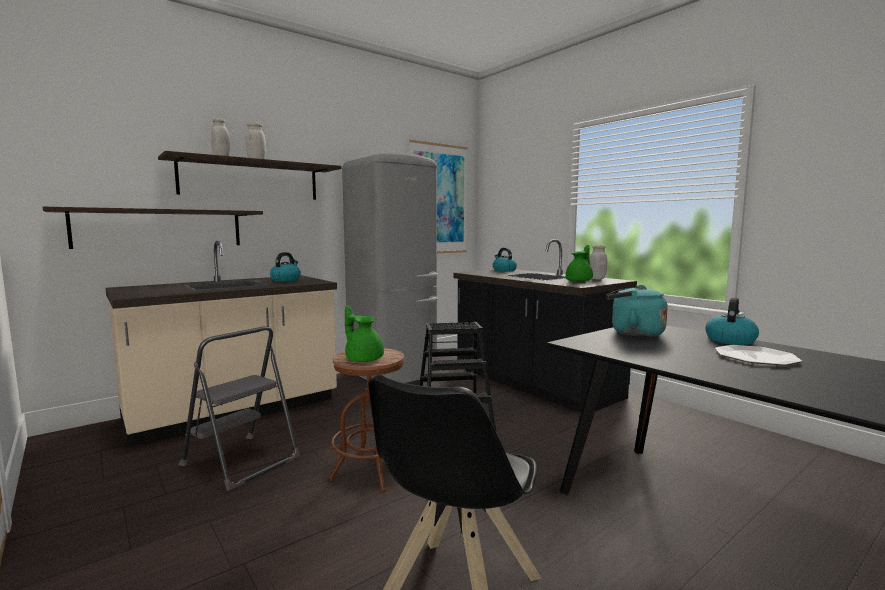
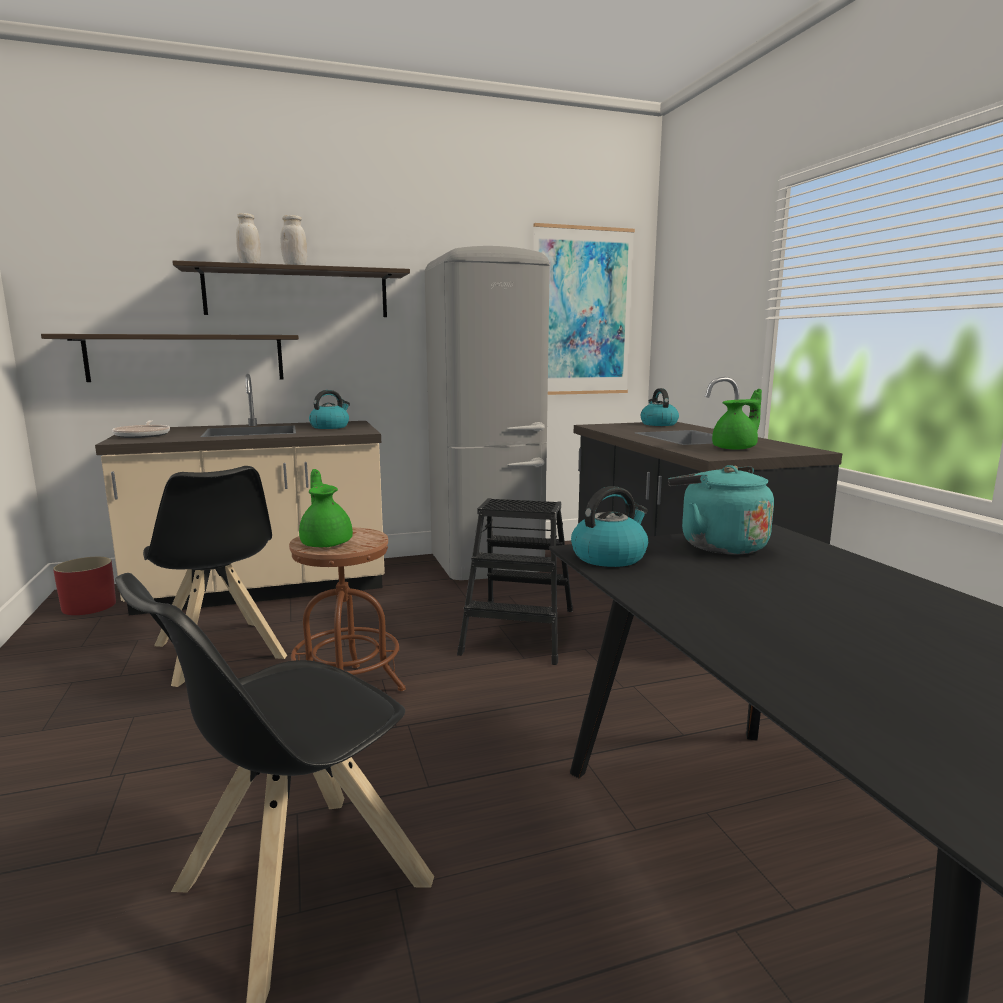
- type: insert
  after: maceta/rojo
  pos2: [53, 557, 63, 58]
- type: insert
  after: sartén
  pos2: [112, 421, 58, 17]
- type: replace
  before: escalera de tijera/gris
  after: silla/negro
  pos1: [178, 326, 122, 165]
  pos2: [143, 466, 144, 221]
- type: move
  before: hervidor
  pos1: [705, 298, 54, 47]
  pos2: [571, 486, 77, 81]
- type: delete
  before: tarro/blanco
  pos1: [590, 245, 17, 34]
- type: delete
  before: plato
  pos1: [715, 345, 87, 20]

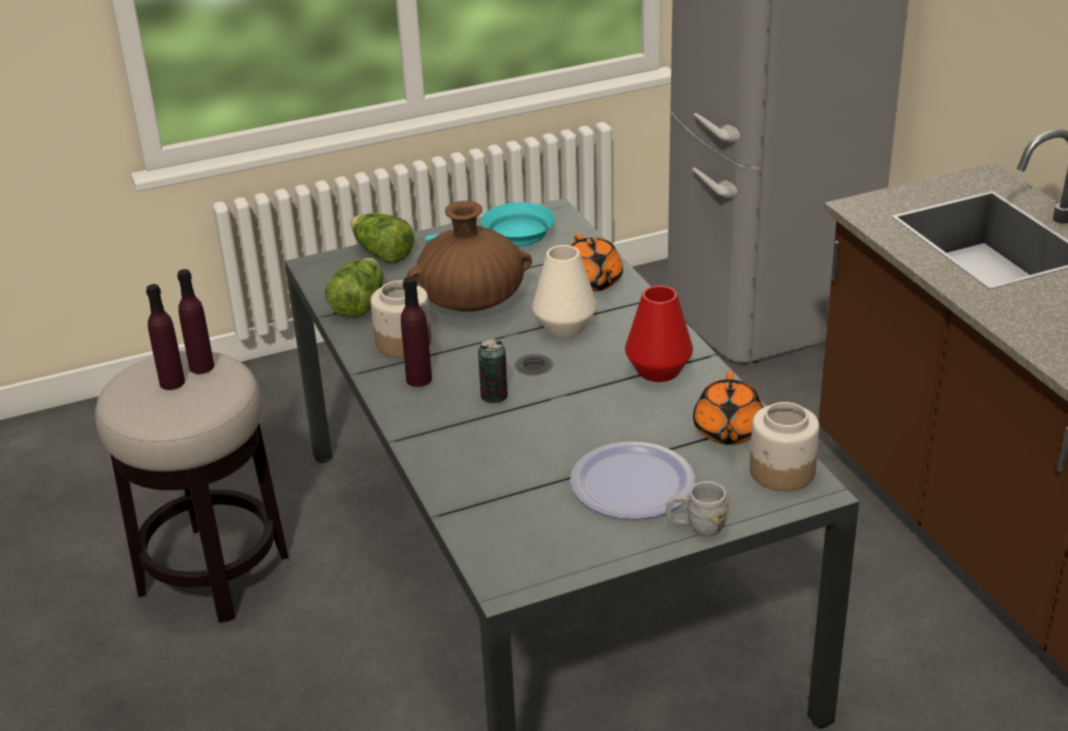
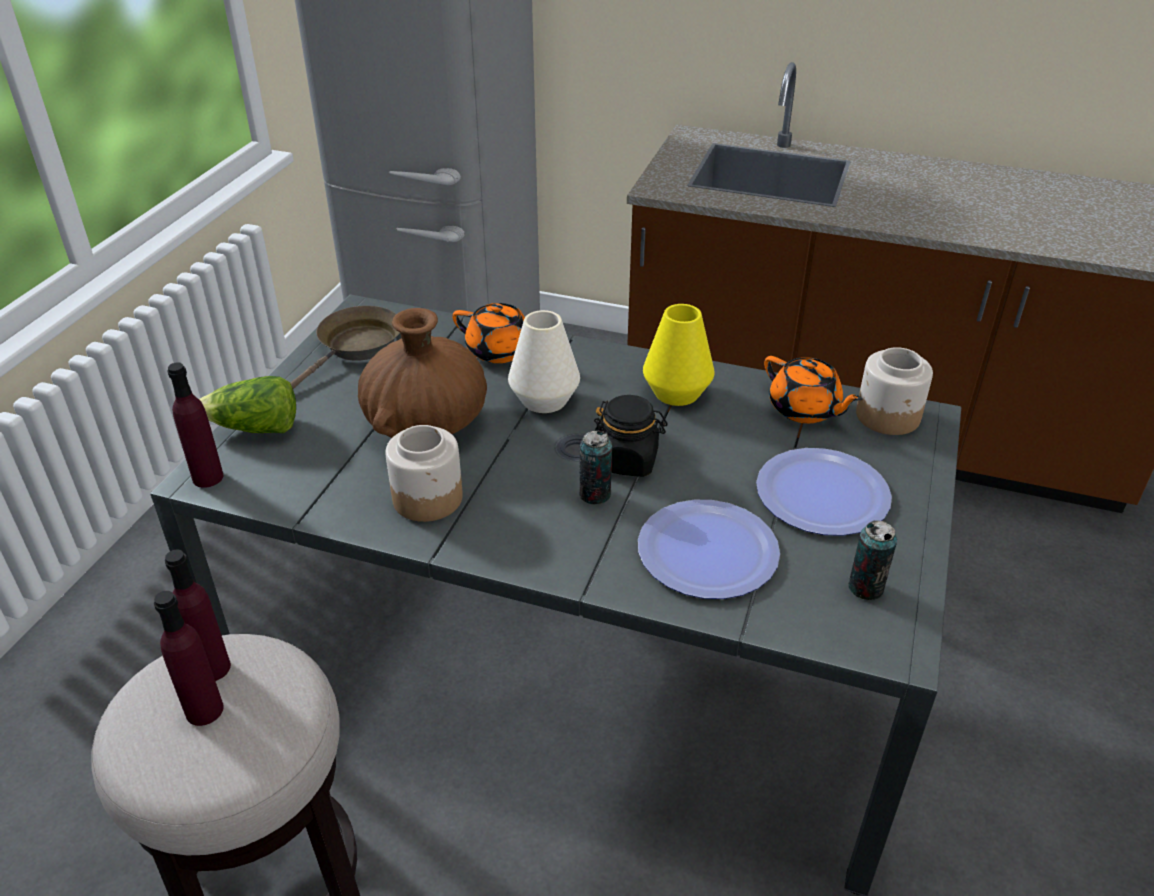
- type: move
  before: botella/morado
  pos1: [401, 277, 31, 110]
  pos2: [167, 362, 57, 126]
- type: recolor
  before: sartén/turquesa
  after: sartén/marrón
  pos1: [425, 202, 130, 44]
  pos2: [290, 306, 110, 83]
- type: insert
  after: tarro/negro
  pos2: [594, 395, 74, 82]
- type: insert
  after: plato
  pos2: [638, 500, 142, 99]
- type: recolor
  before: florero/rojo
  after: florero/amarillo
  pos1: [625, 286, 68, 96]
  pos2: [643, 304, 71, 102]
- type: insert
  after: lata
  pos2: [848, 520, 49, 80]
- type: delete
  before: lechuga
  pos1: [325, 258, 58, 59]
- type: delete
  before: taza grande/gris
  pos1: [666, 481, 63, 56]

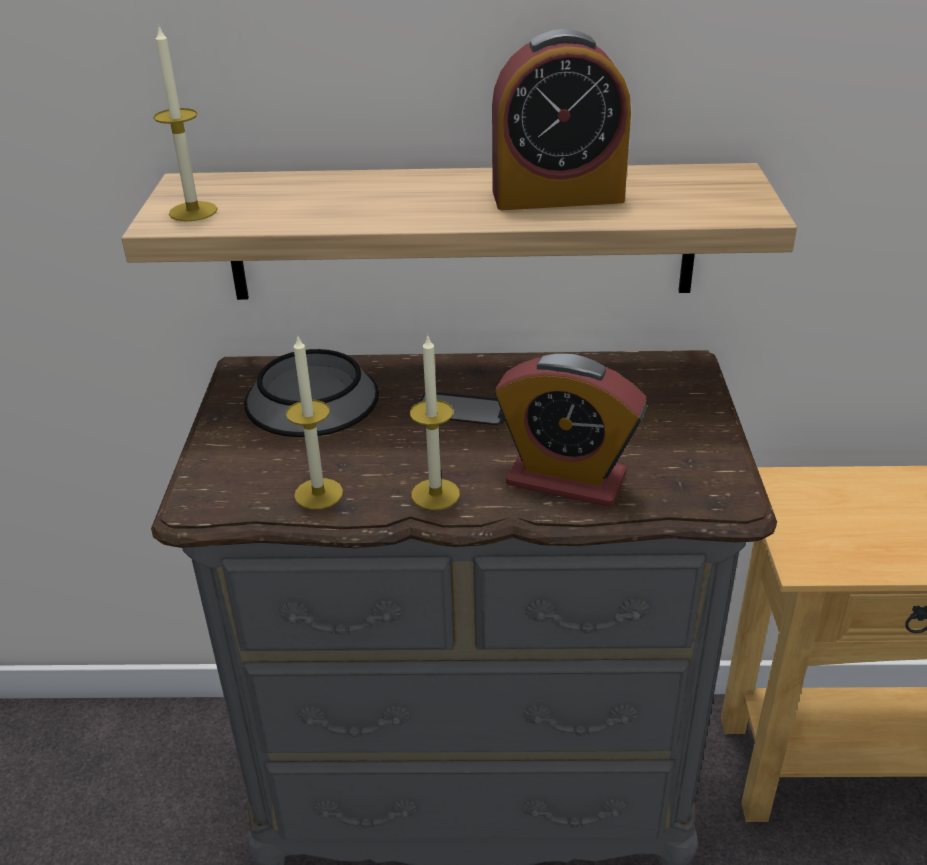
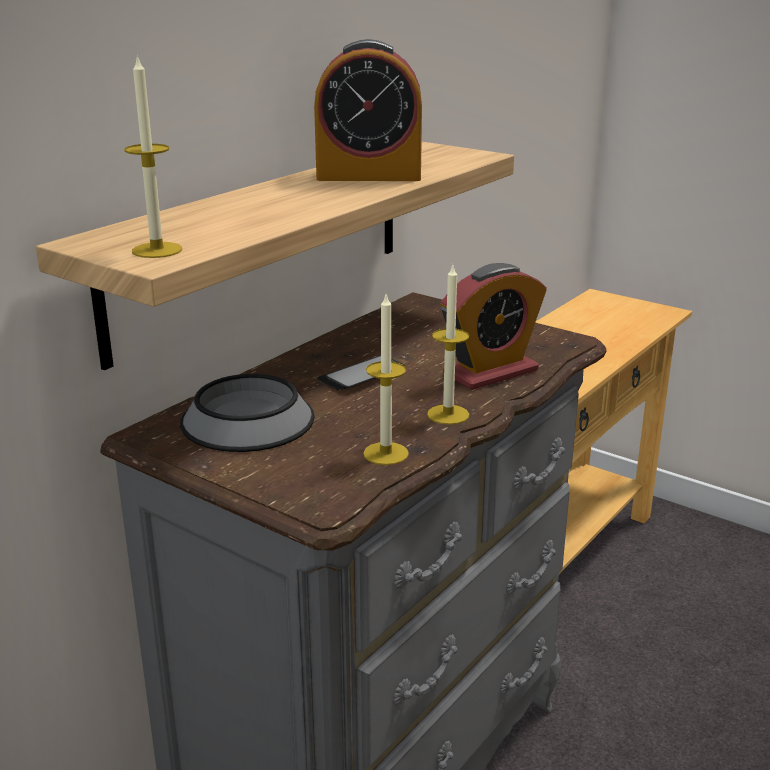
- type: rotate
  before: despertador
  pos1: [492, 29, 139, 181]
  pos2: [314, 39, 108, 142]
  turn: 60

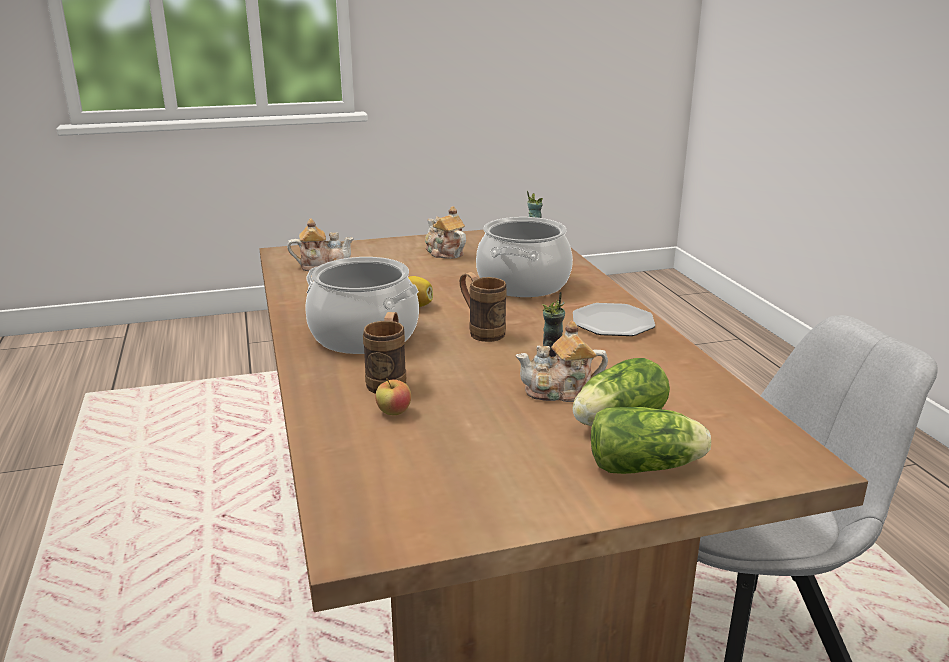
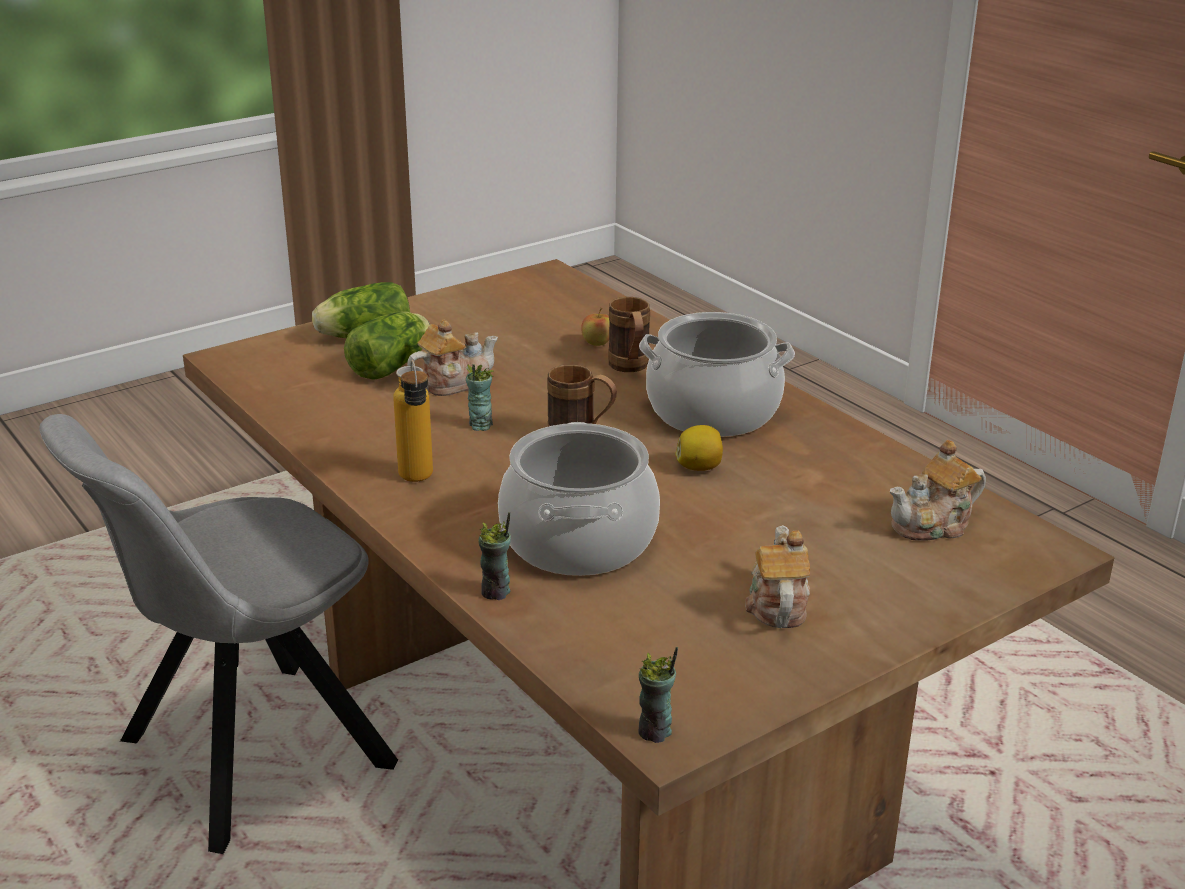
- type: replace
  before: plato
  after: botella
  pos1: [573, 303, 82, 33]
  pos2: [393, 360, 40, 122]
- type: insert
  after: taza
  pos2: [478, 512, 33, 88]
- type: rotate
  before: tetera
  pos1: [425, 206, 41, 53]
  pos2: [745, 525, 65, 103]
  turn: -120

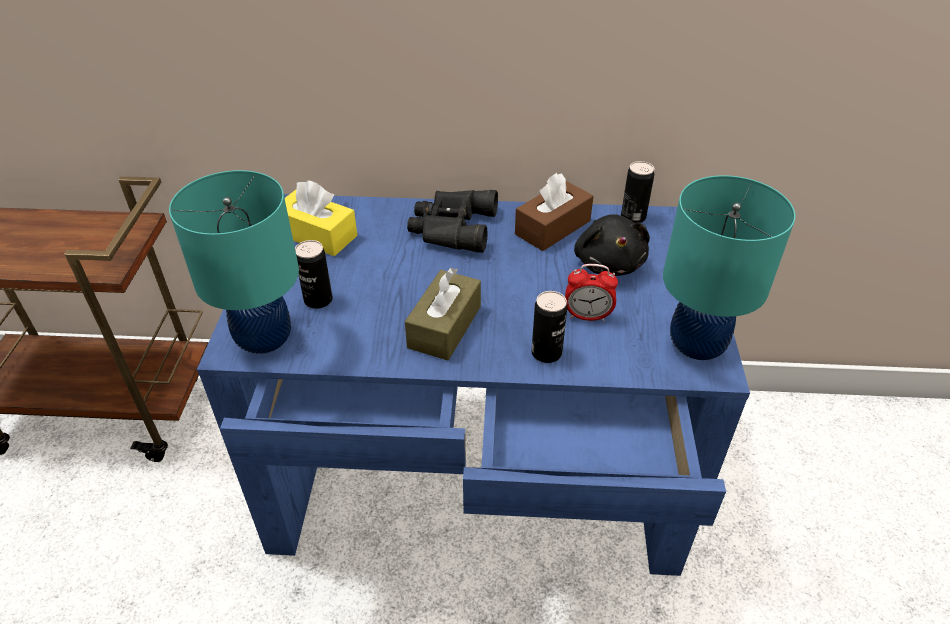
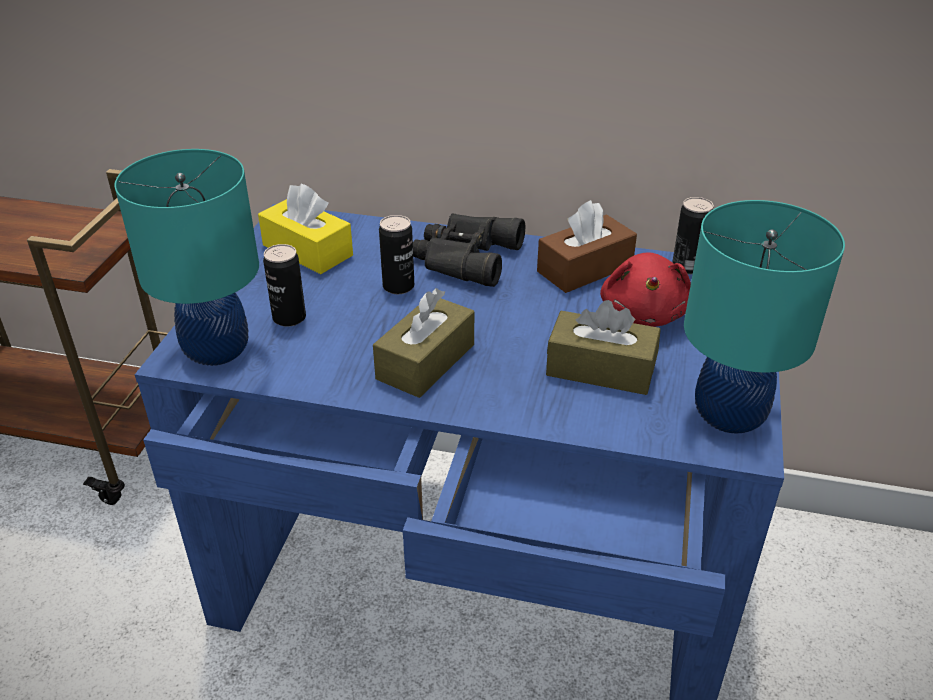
- type: move
  before: lata
  pos1: [532, 291, 35, 72]
  pos2: [379, 215, 35, 79]
- type: replace
  before: despertador
  after: caja de pañuelos/marrón
  pos1: [565, 264, 53, 57]
  pos2: [546, 300, 115, 95]
- type: recolor
  before: peluche/negro
  after: peluche/rojo
  pos1: [574, 214, 76, 62]
  pos2: [600, 252, 91, 75]

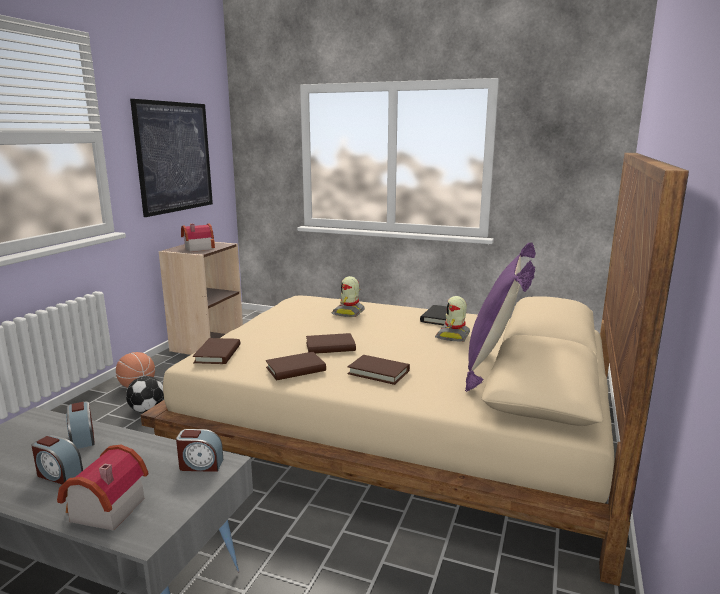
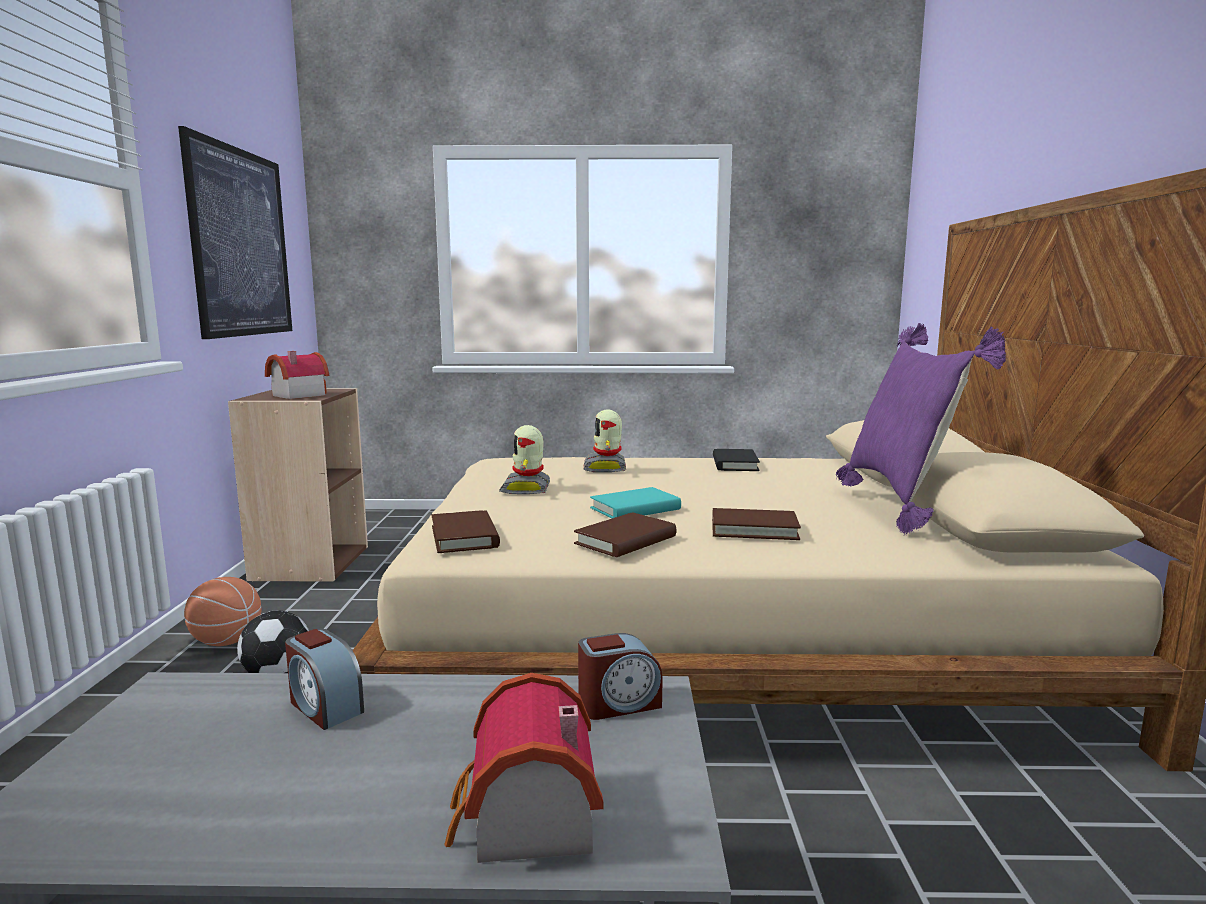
- type: move
  before: robot de juguete
  pos1: [435, 296, 35, 46]
  pos2: [499, 425, 51, 69]
- type: recolor
  before: libro/marrón
  after: libro/turquesa
  pos1: [306, 333, 50, 21]
  pos2: [590, 487, 91, 32]
- type: delete
  before: despertador
  pos1: [31, 435, 52, 50]

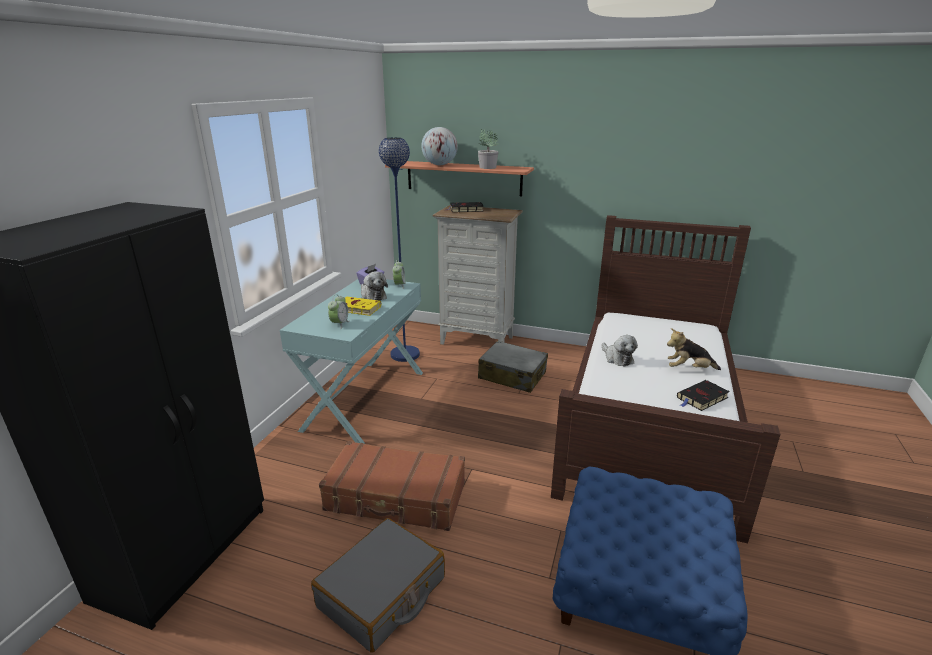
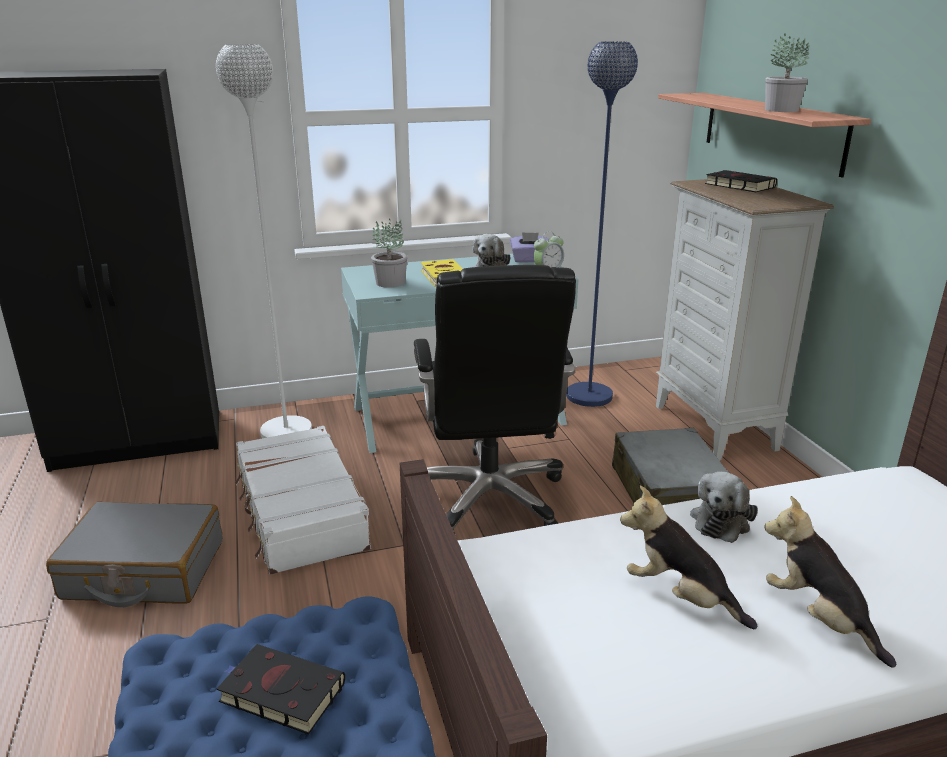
- type: insert
  after: lámpara de pie/blanco
  pos2: [216, 44, 96, 394]
- type: move
  before: libro/negro
  pos1: [677, 380, 53, 31]
  pos2: [217, 644, 128, 90]
- type: recolor
  before: maleta/marrón
  after: maleta/blanco
  pos1: [319, 441, 146, 90]
  pos2: [235, 426, 136, 149]
- type: replace
  before: despertador
  after: planta en maceta
  pos1: [328, 294, 21, 35]
  pos2: [371, 218, 36, 70]
- type: insert
  after: silla de oficina/negro
  pos2: [414, 265, 162, 269]
- type: insert
  after: peluche
  pos2: [620, 485, 137, 144]
- type: delete
  before: globo terráqueo
  pos1: [421, 127, 37, 38]

